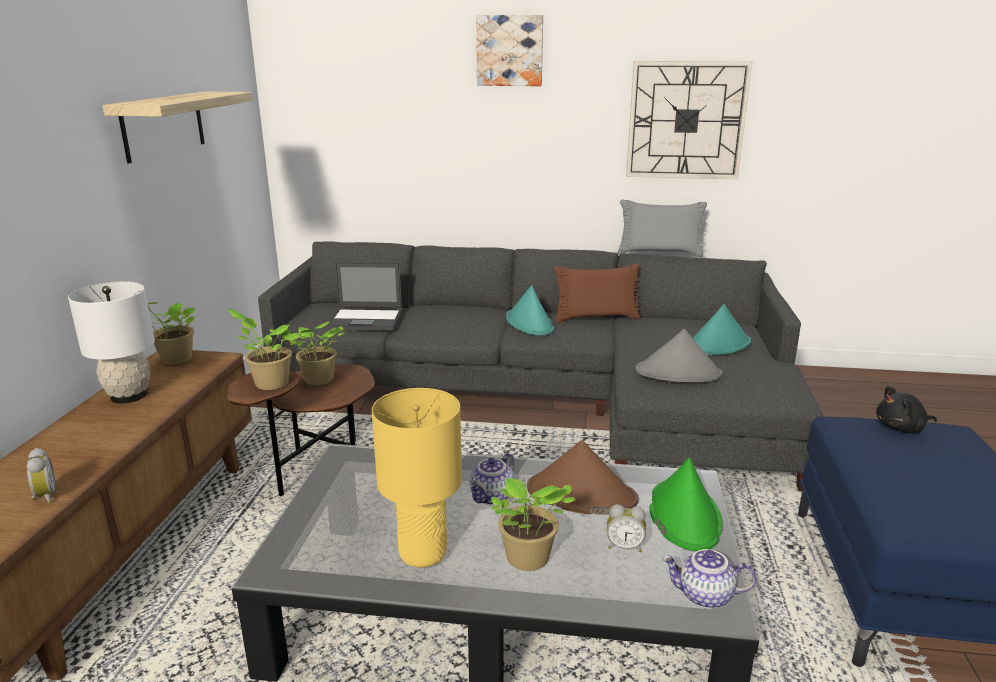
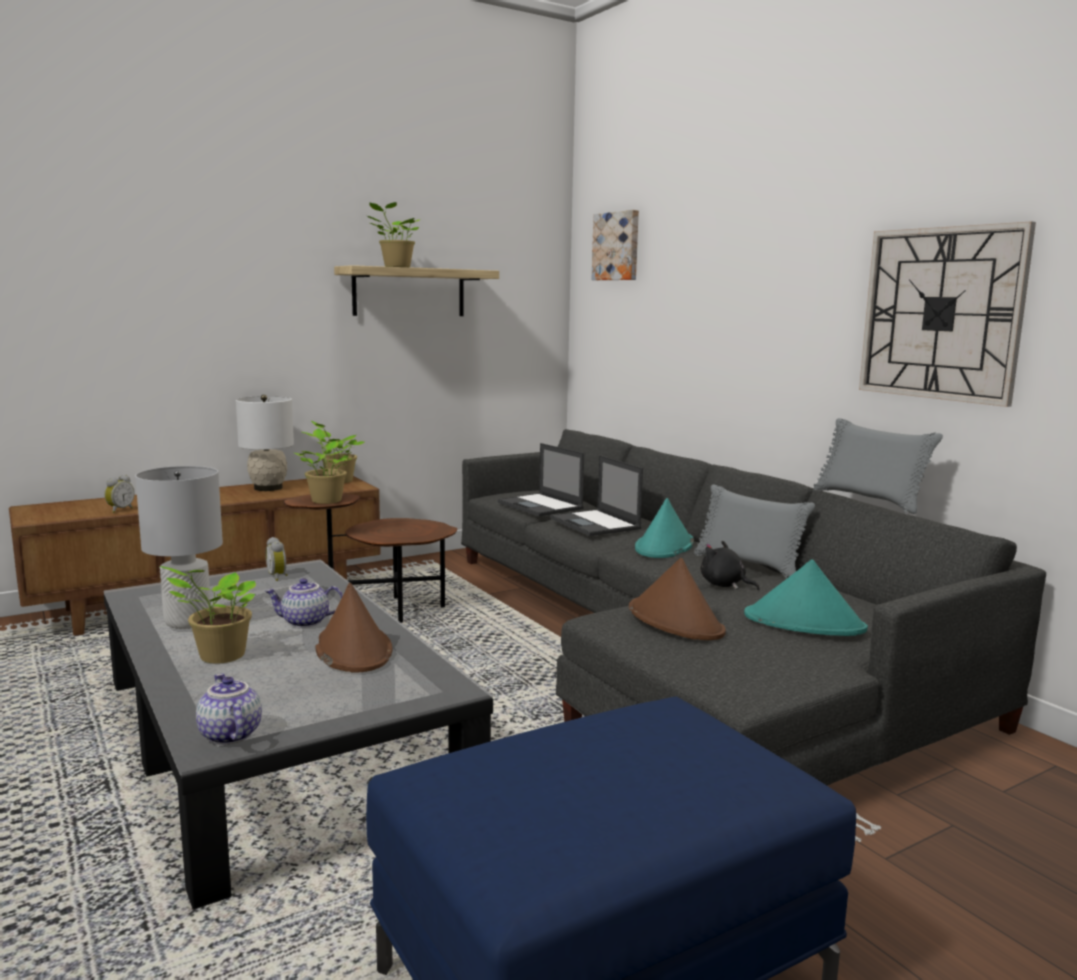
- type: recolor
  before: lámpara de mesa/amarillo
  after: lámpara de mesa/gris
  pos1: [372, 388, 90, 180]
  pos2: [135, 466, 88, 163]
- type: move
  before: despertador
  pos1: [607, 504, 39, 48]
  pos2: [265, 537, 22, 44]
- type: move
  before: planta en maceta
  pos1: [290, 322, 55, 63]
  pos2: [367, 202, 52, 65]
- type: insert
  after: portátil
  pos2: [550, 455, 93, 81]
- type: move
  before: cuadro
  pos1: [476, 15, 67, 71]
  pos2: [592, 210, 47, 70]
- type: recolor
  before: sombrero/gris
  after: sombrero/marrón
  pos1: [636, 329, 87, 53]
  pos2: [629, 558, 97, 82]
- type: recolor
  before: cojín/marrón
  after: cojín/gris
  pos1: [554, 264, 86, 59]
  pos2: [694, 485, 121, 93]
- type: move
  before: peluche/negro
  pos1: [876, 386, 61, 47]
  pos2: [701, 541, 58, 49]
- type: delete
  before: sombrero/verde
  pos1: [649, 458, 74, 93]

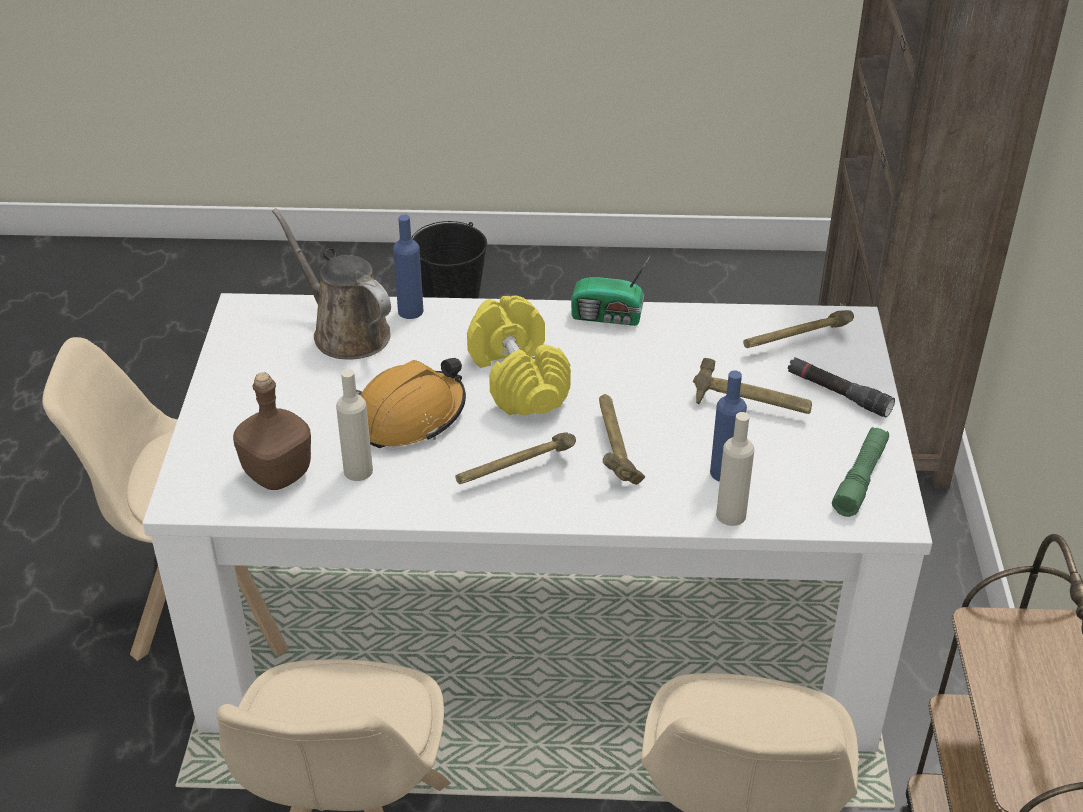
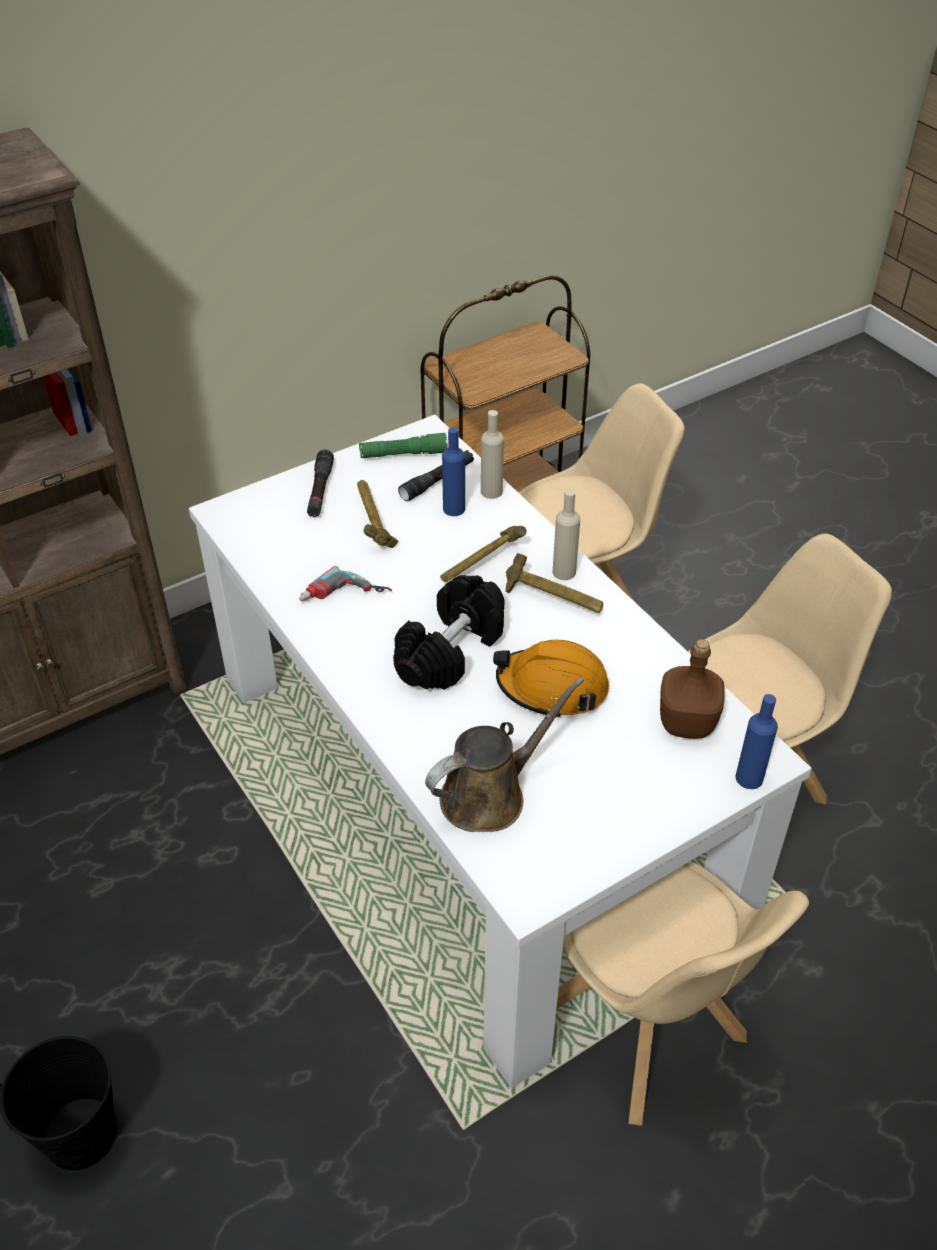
- type: insert
  after: taladro
  pos2: [299, 566, 93, 35]
- type: recolor
  before: mancuerna/amarillo
  after: mancuerna/negro
  pos1: [467, 295, 104, 120]
  pos2: [393, 575, 112, 115]
- type: insert
  after: linterna/negro
  pos2: [398, 450, 76, 51]
- type: rotate
  before: regadera/marrón
  pos1: [272, 208, 119, 152]
  pos2: [425, 677, 159, 155]
  turn: -135
- type: move
  before: botella/beis
  pos1: [336, 369, 37, 112]
  pos2: [553, 489, 27, 91]
- type: move
  before: botella/azul
  pos1: [393, 215, 30, 104]
  pos2: [736, 694, 42, 95]
- type: delete
  before: radio
  pos1: [571, 255, 80, 71]
- type: delete
  before: martillo
  pos1: [743, 310, 111, 38]

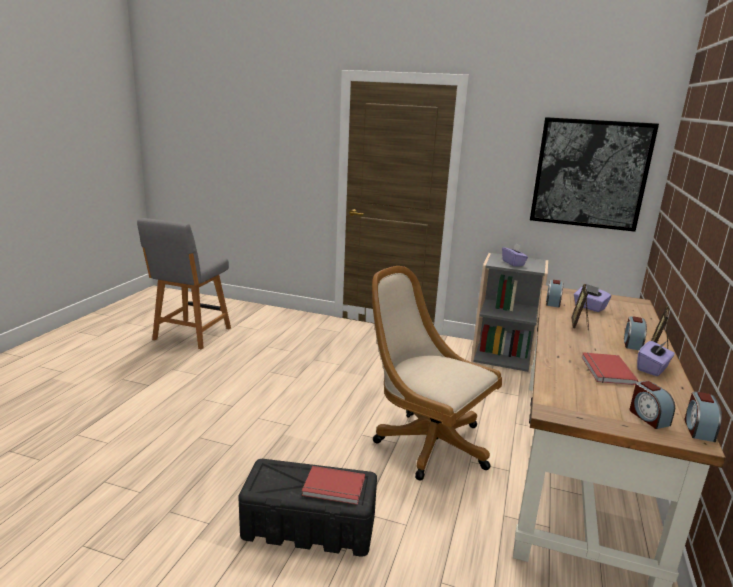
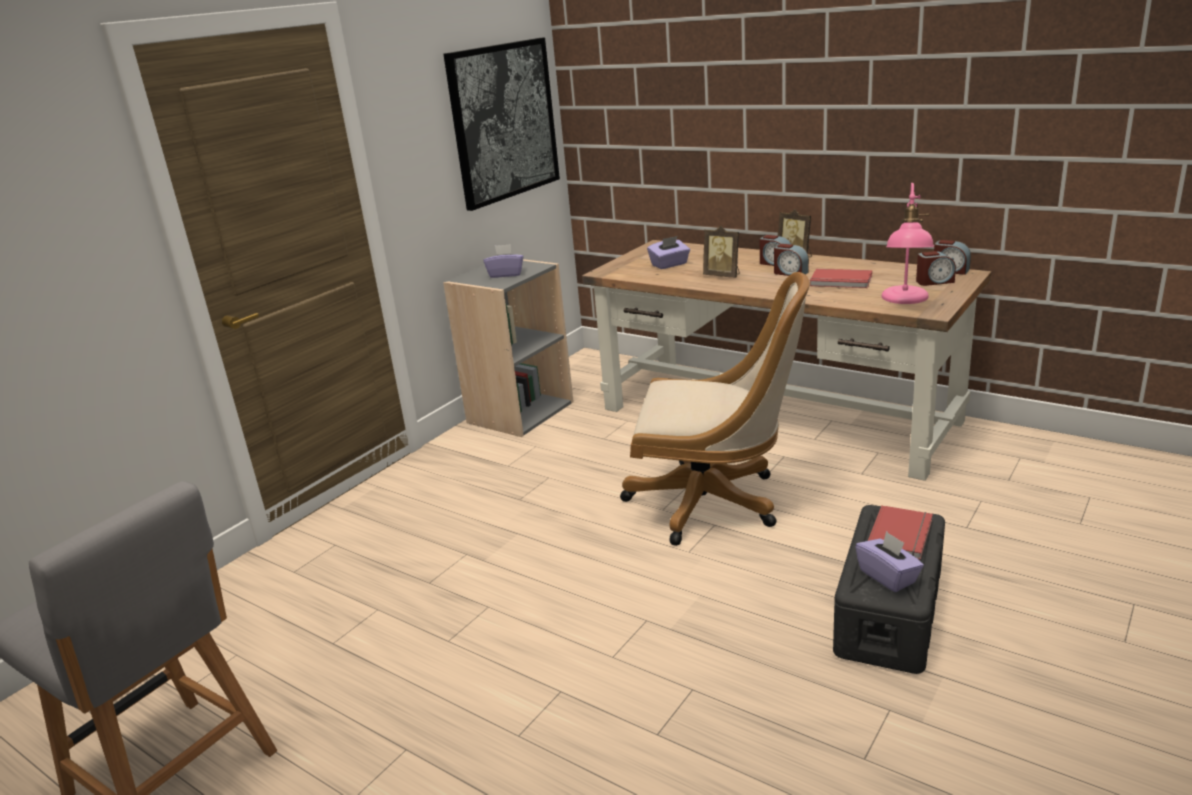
- type: rotate
  before: silla de oficina
  pos1: [372, 266, 130, 215]
  pos2: [620, 272, 190, 274]
  turn: -135
- type: move
  before: despertador
  pos1: [546, 280, 17, 28]
  pos2: [774, 244, 35, 32]
- type: move
  before: caja de pañuelos/morado
  pos1: [637, 340, 38, 36]
  pos2: [856, 531, 68, 61]
- type: insert
  after: lámpara de mesa/rosa
  pos2: [882, 183, 52, 121]

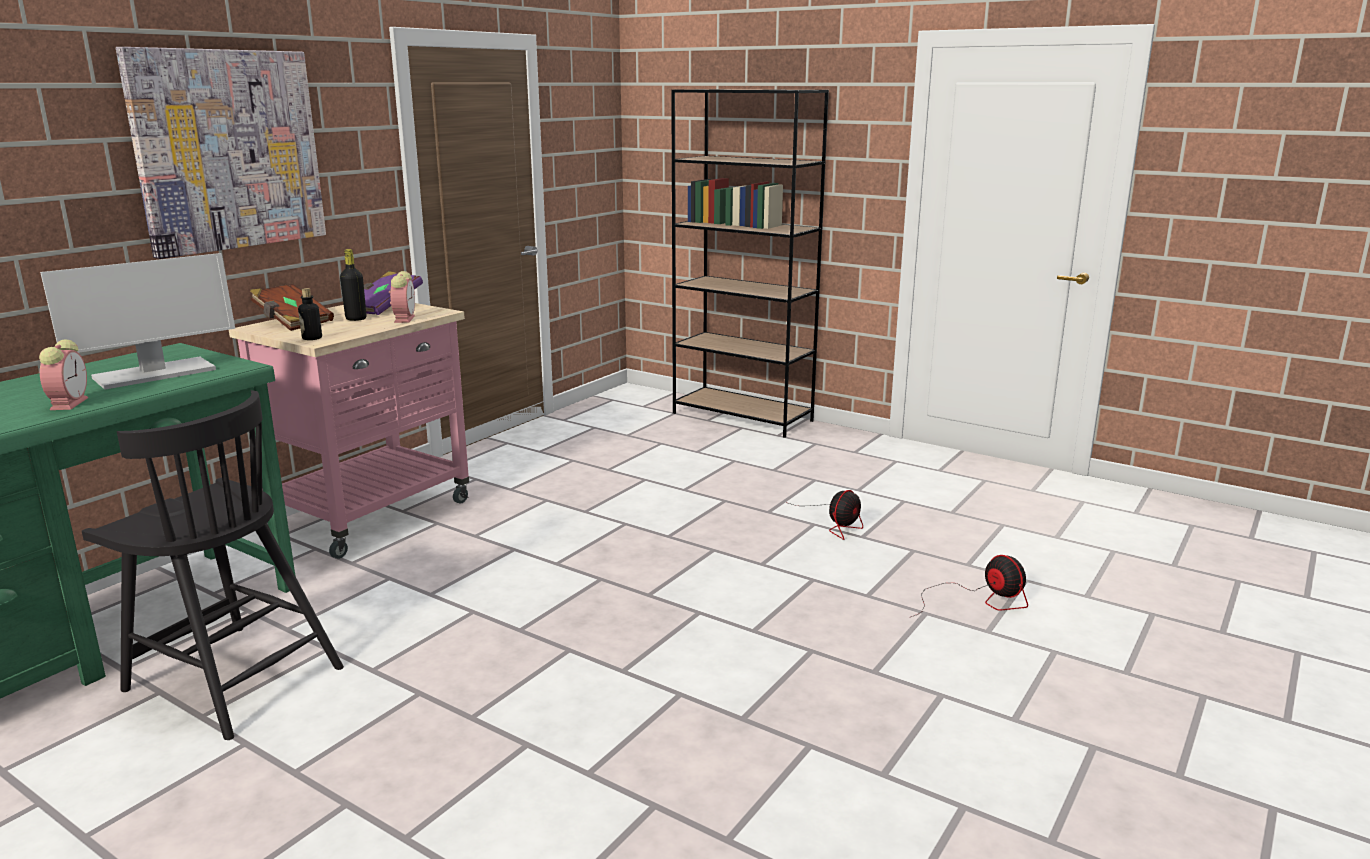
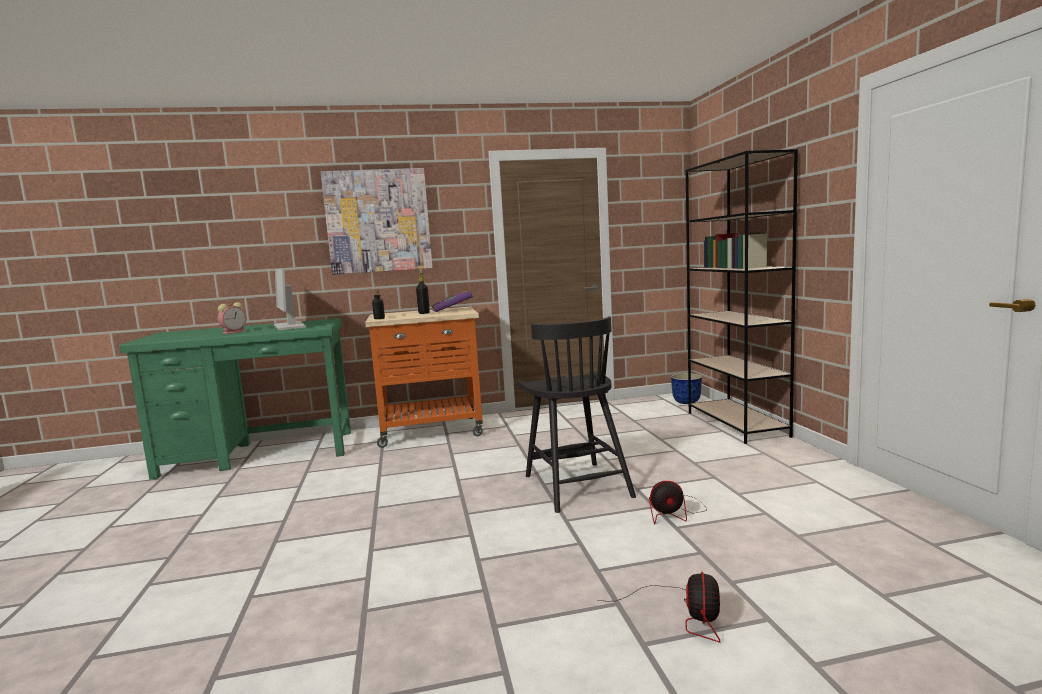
- type: rotate
  before: monitor
  pos1: [40, 253, 195, 137]
  pos2: [274, 269, 32, 61]
  turn: 60
- type: recolor
  before: carrito/rosa
  after: carrito/naranja
  pos1: [229, 303, 240, 256]
  pos2: [365, 307, 118, 141]
- type: move
  before: silla/negro
  pos1: [82, 390, 262, 350]
  pos2: [518, 316, 118, 197]
- type: insert
  after: maceta
  pos2: [671, 373, 31, 31]
- type: delete
  before: libro/marrón
  pos1: [250, 284, 84, 47]
- type: delete
  before: despertador
  pos1: [389, 271, 26, 52]

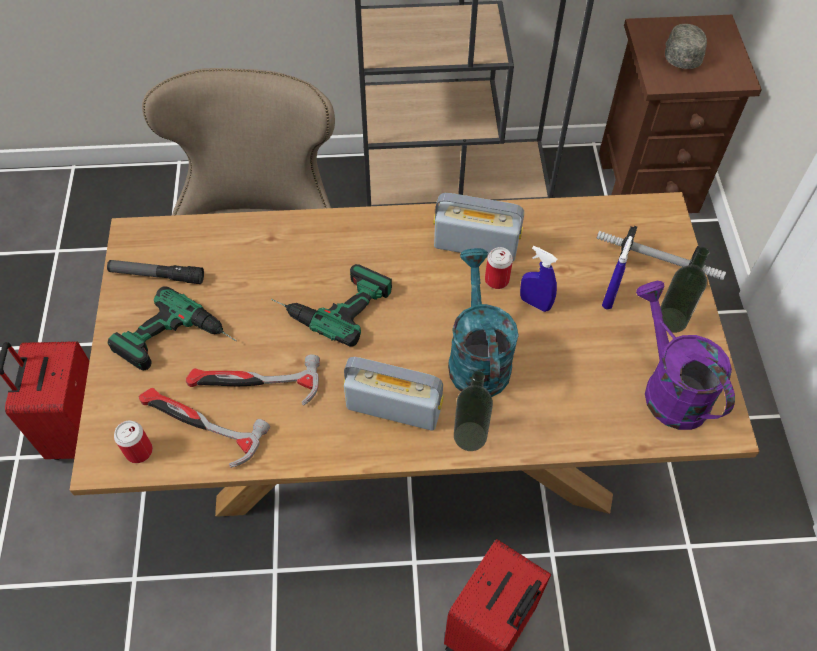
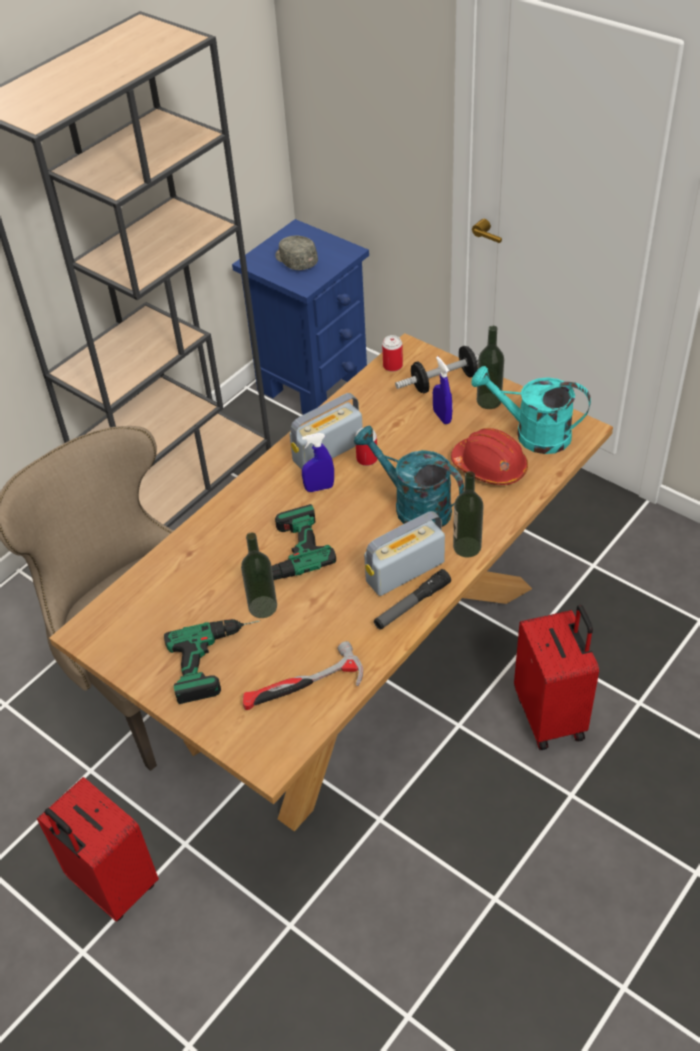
- type: recolor
  before: mesita de noche/marrón
  after: mesita de noche/azul
  pos1: [599, 15, 163, 198]
  pos2: [232, 219, 137, 195]
- type: insert
  after: botella
  pos2: [241, 532, 36, 86]
- type: move
  before: pulverizador/azul
  pos1: [520, 246, 37, 66]
  pos2: [302, 433, 32, 59]
- type: move
  before: linterna
  pos1: [107, 260, 97, 24]
  pos2: [374, 569, 77, 61]
- type: move
  before: lata
  pos1: [114, 421, 39, 42]
  pos2: [382, 335, 21, 37]
- type: insert
  after: casco/rojo
  pos2: [451, 428, 77, 57]
- type: recolor
  before: regadera/morado
  after: regadera/turquesa
  pos1: [636, 281, 99, 149]
  pos2: [472, 366, 119, 88]
- type: delete
  before: martillo
  pos1: [186, 354, 134, 52]

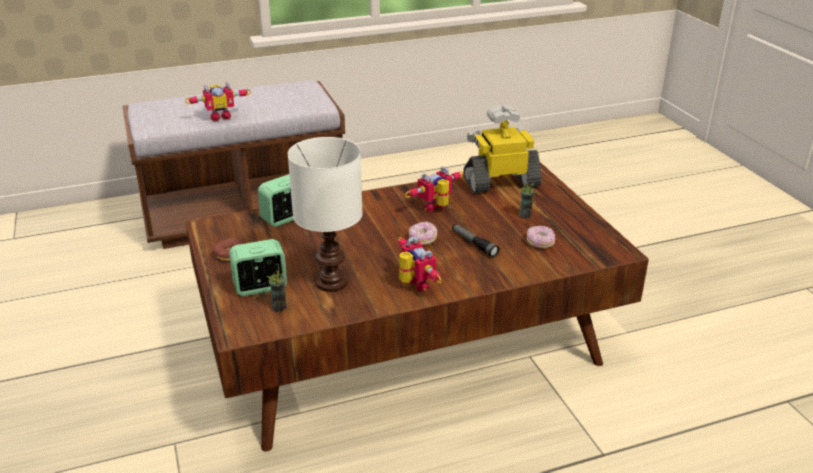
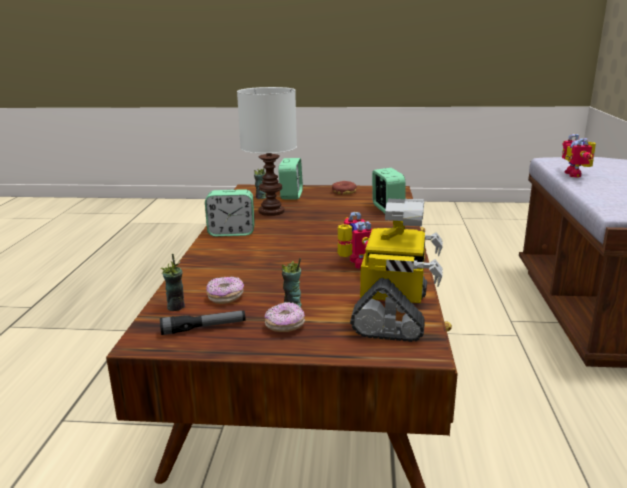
- type: insert
  after: taza
  pos2: [160, 254, 25, 57]
- type: move
  before: linterna
  pos1: [452, 224, 47, 33]
  pos2: [160, 310, 86, 25]
- type: replace
  before: robot de juguete
  after: despertador
  pos1: [398, 237, 43, 55]
  pos2: [205, 189, 50, 48]
- type: move
  before: rosquilla
  pos1: [409, 222, 28, 23]
  pos2: [265, 302, 40, 30]

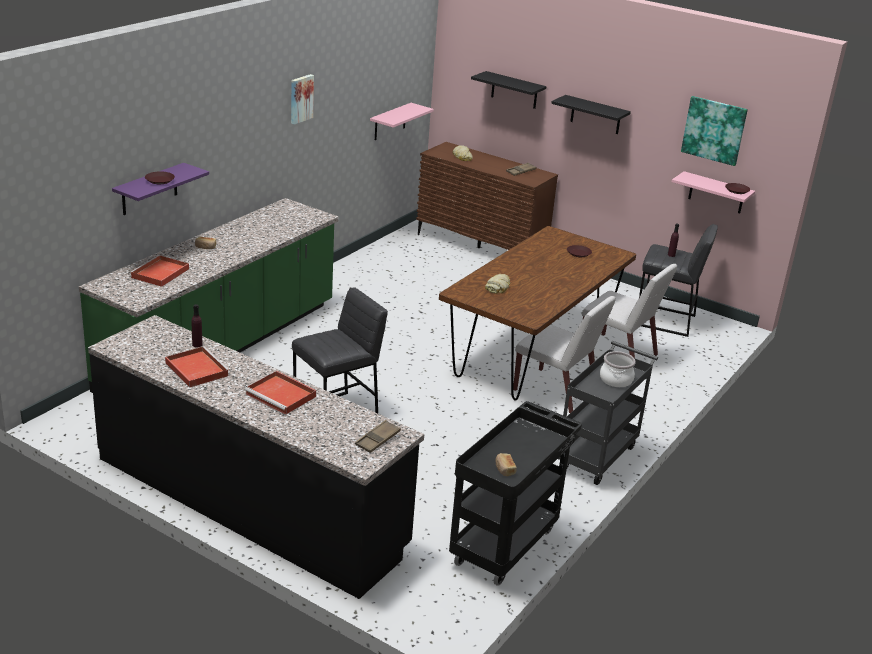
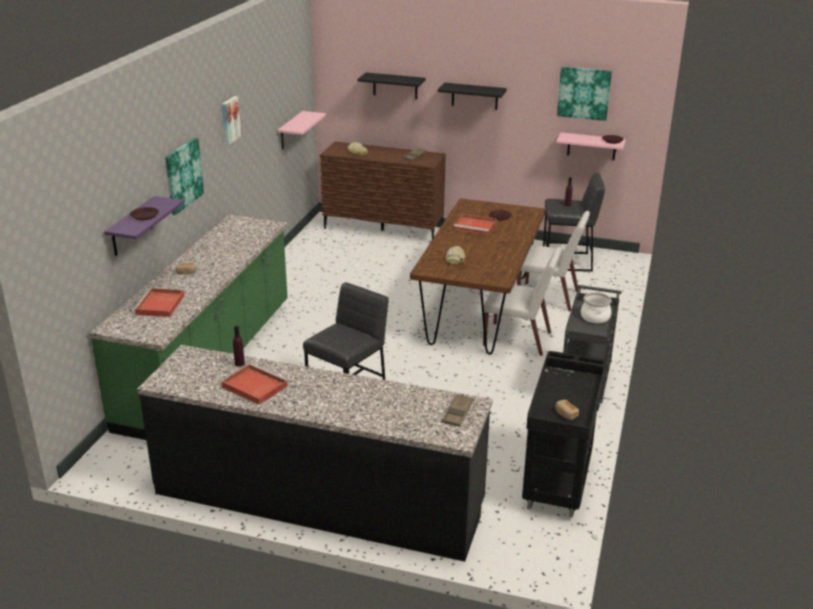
- type: insert
  after: cuadro
  pos2: [165, 138, 39, 77]
- type: move
  before: bandeja/rojo
  pos1: [245, 371, 71, 44]
  pos2: [454, 214, 43, 21]

